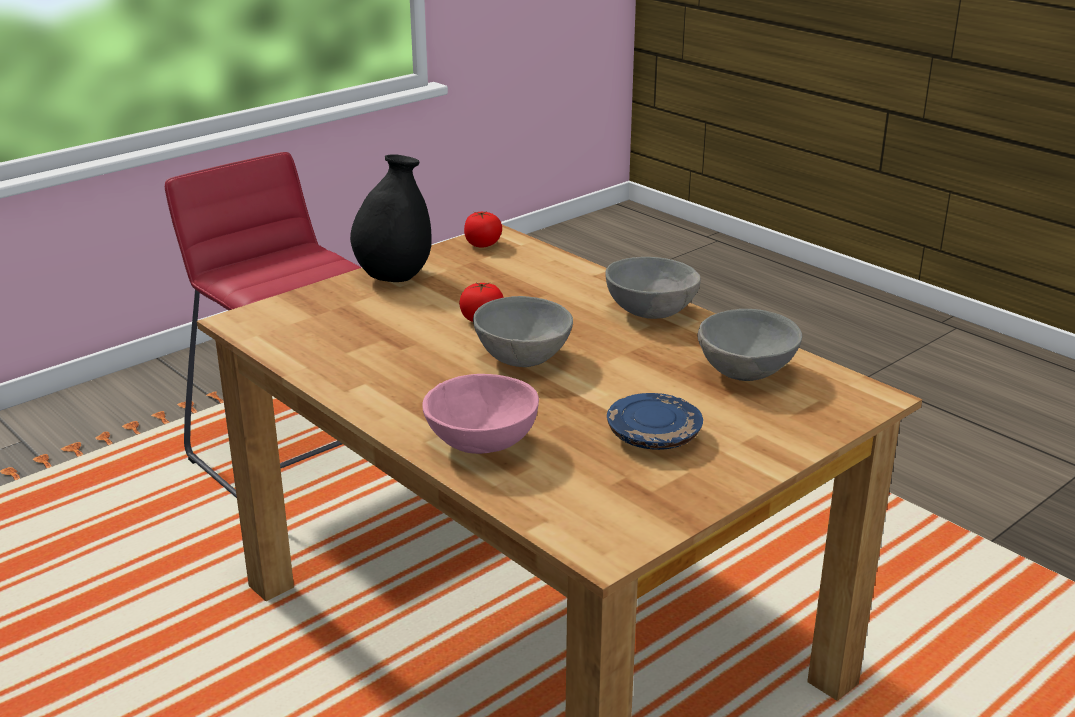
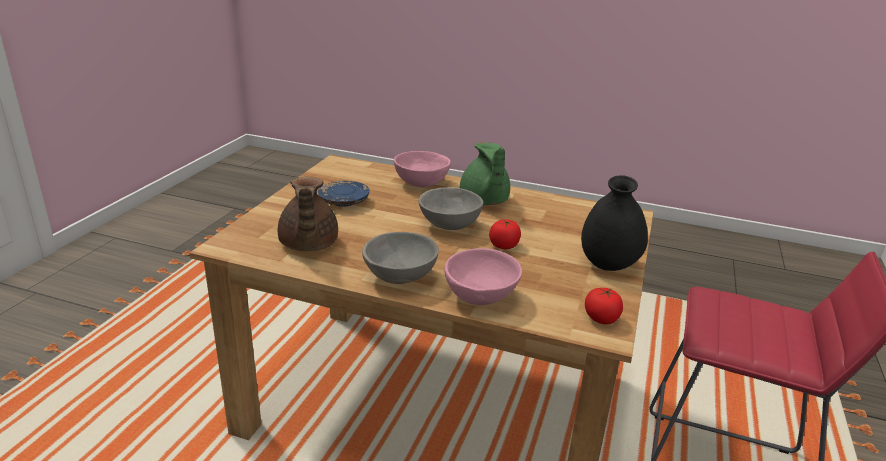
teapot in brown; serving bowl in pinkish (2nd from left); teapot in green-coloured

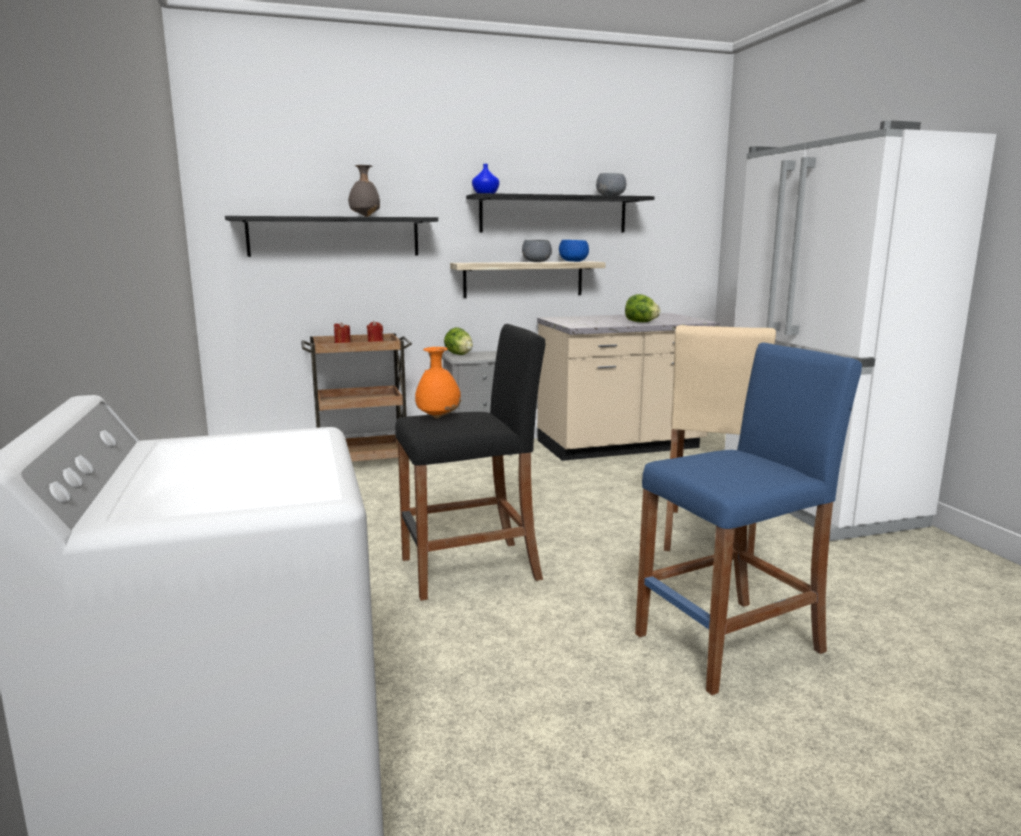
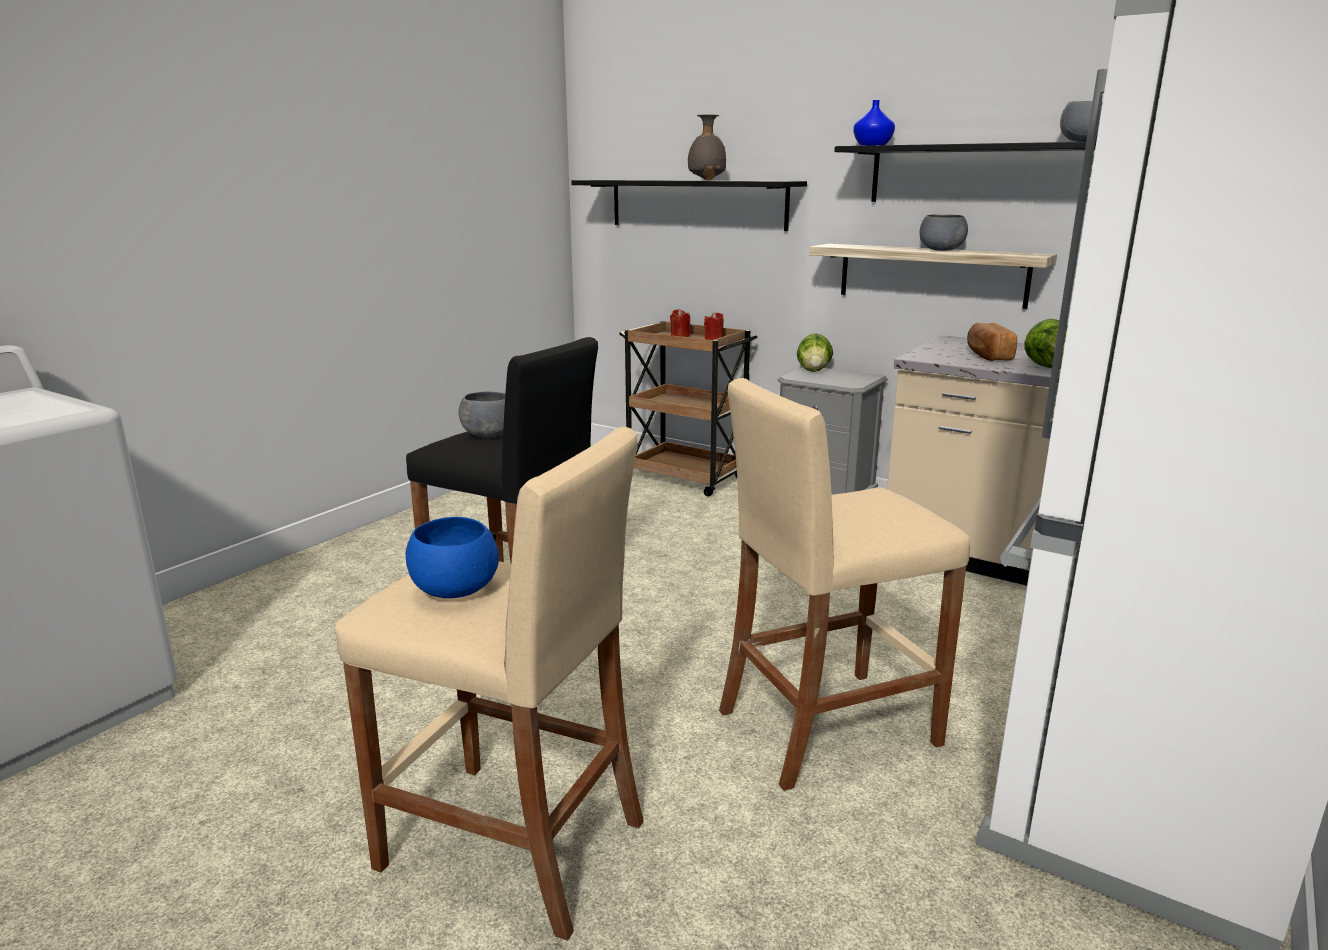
serving bowl in greyish (1st from left); serving bowl in blue; stool seat in beige (1st from left); bakery bread

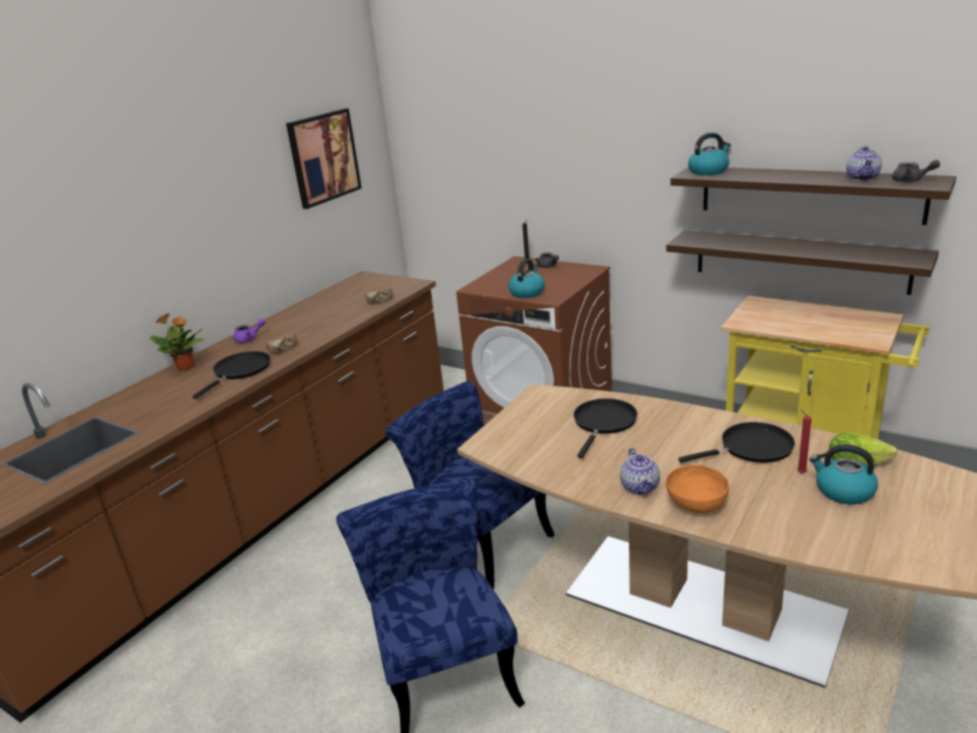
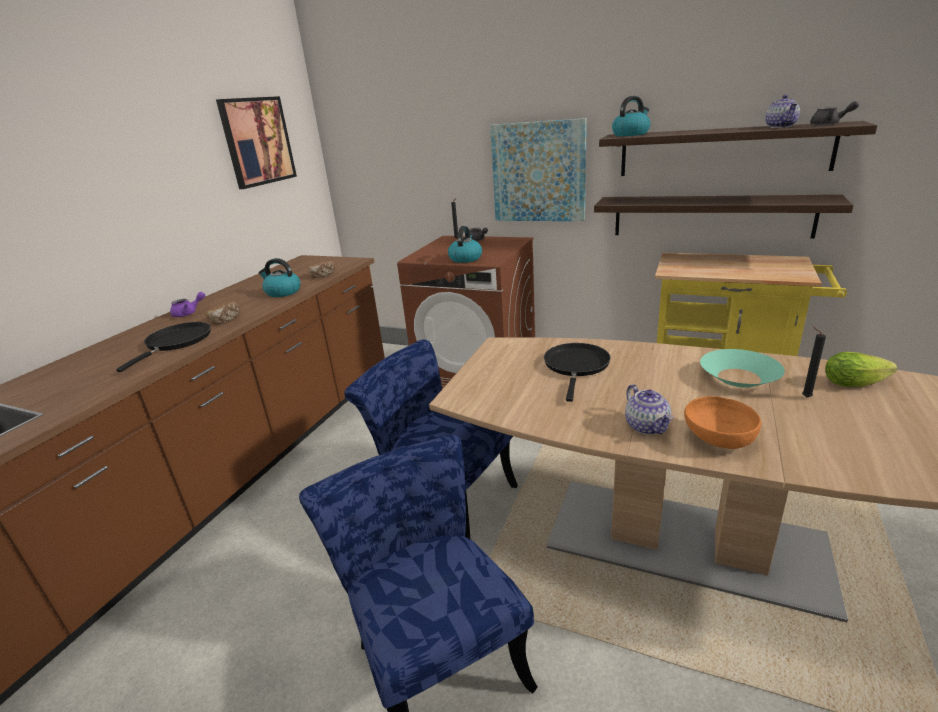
potted plant; serving bowl in turquoise-coloured; candle in black-coloured (2nd from left); tea kettle (1st from left); wall picture (2nd from left)

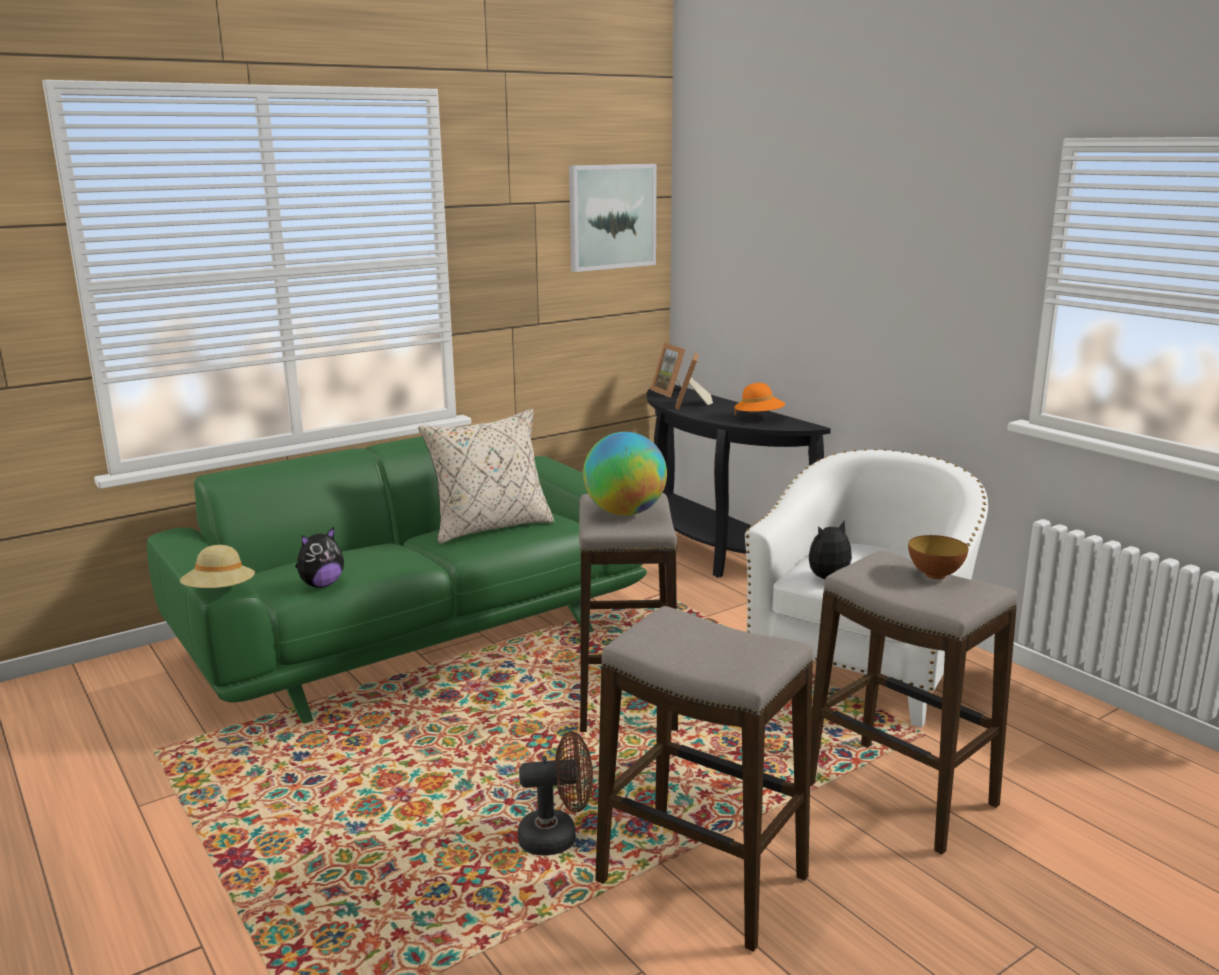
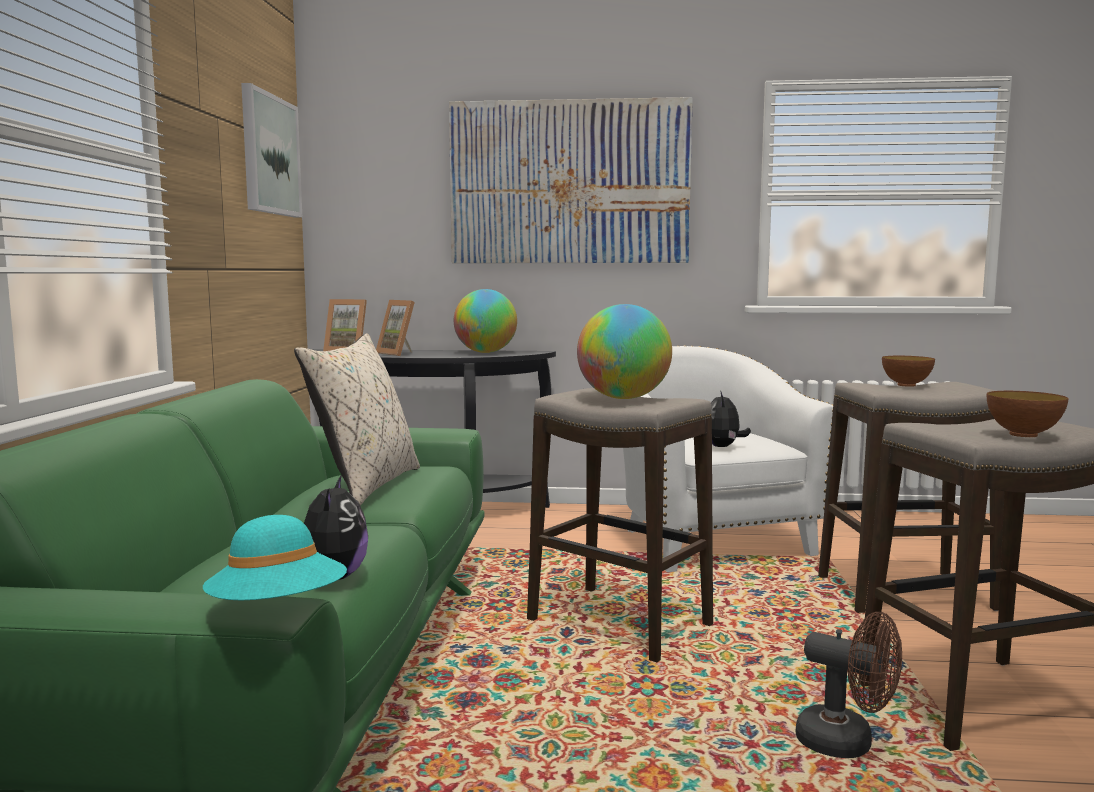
clothing hat in turquoise-coloured; cooling fan in brown; globe (1st from left); wall picture (2nd from left); serving bowl (2nd from left)

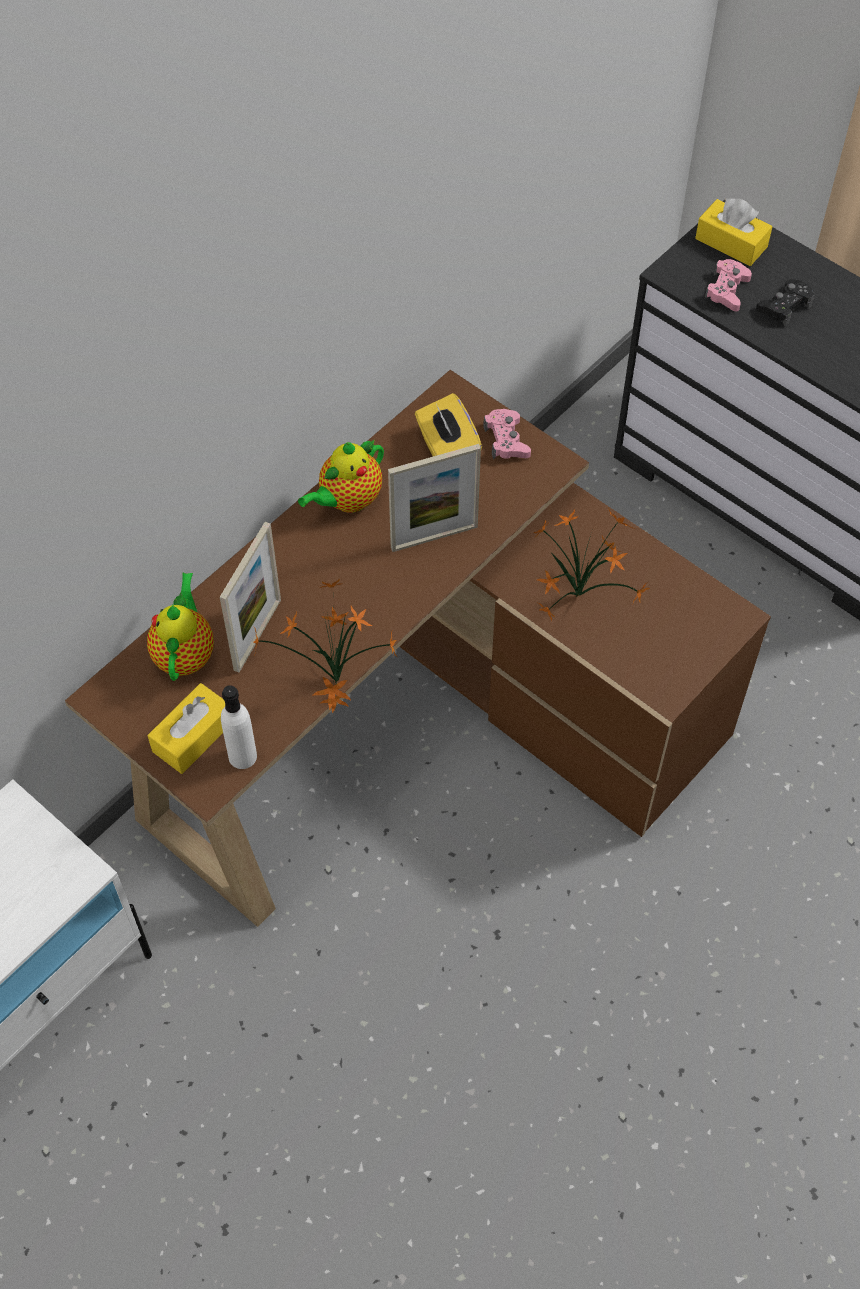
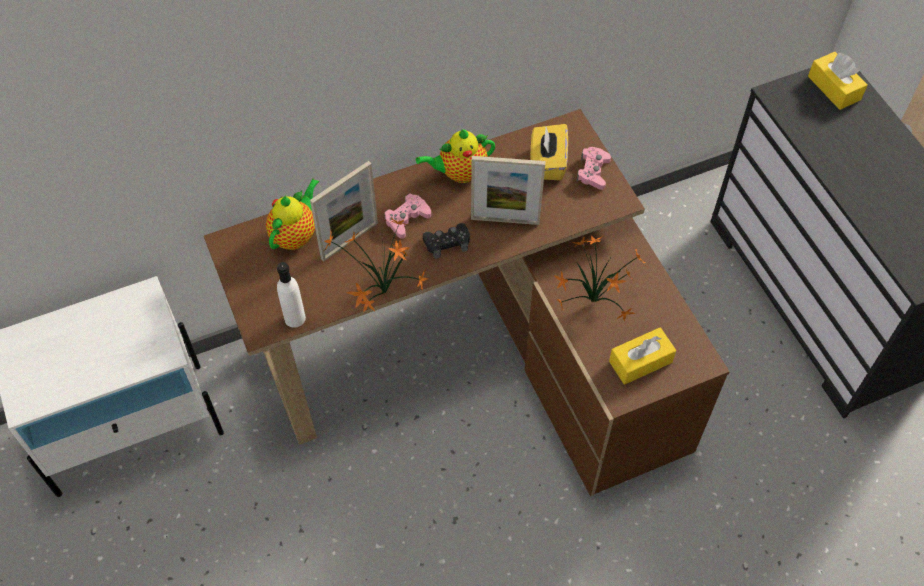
tissue box in yellow (2nd from left); gamepad in pinkish (1st from left); gamepad in black-coloured

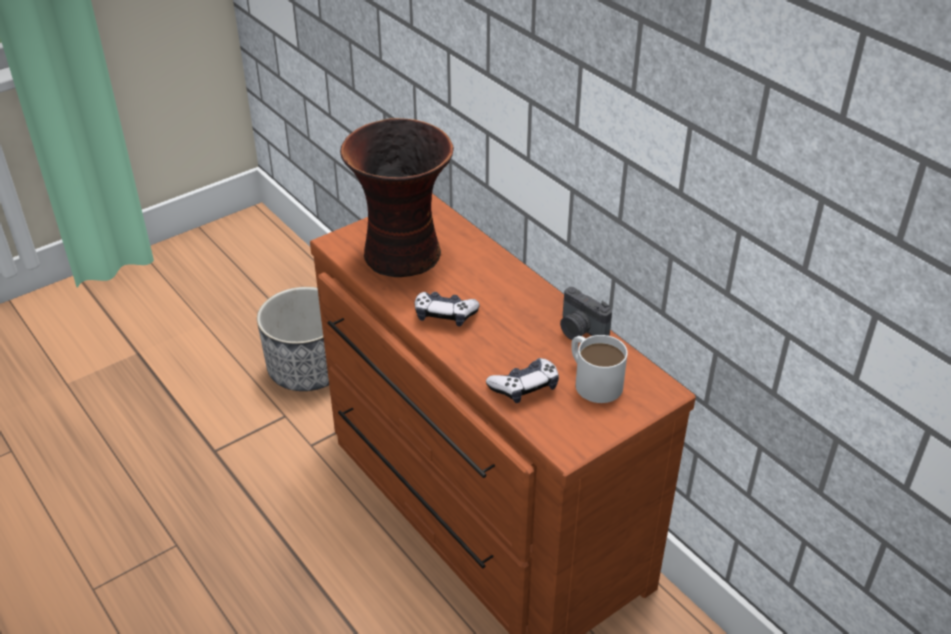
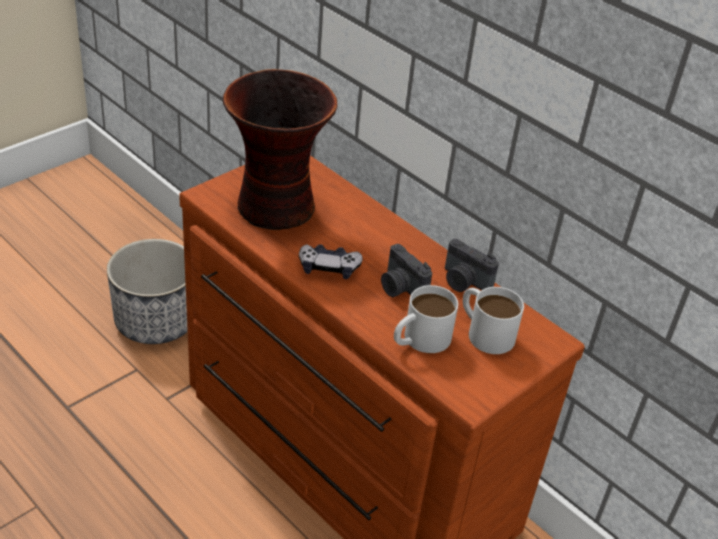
coffee mug in white-coloured (1st from left); photo camera (1st from left)

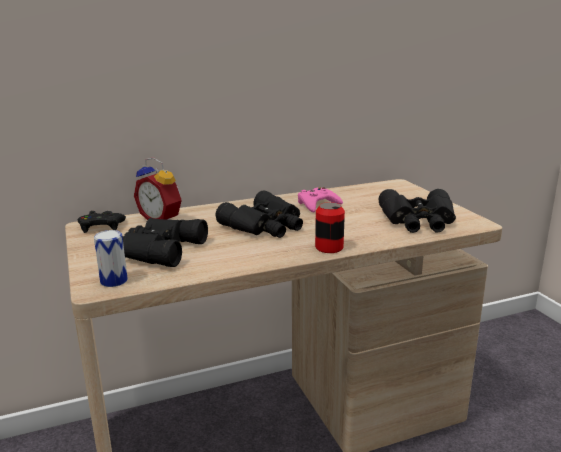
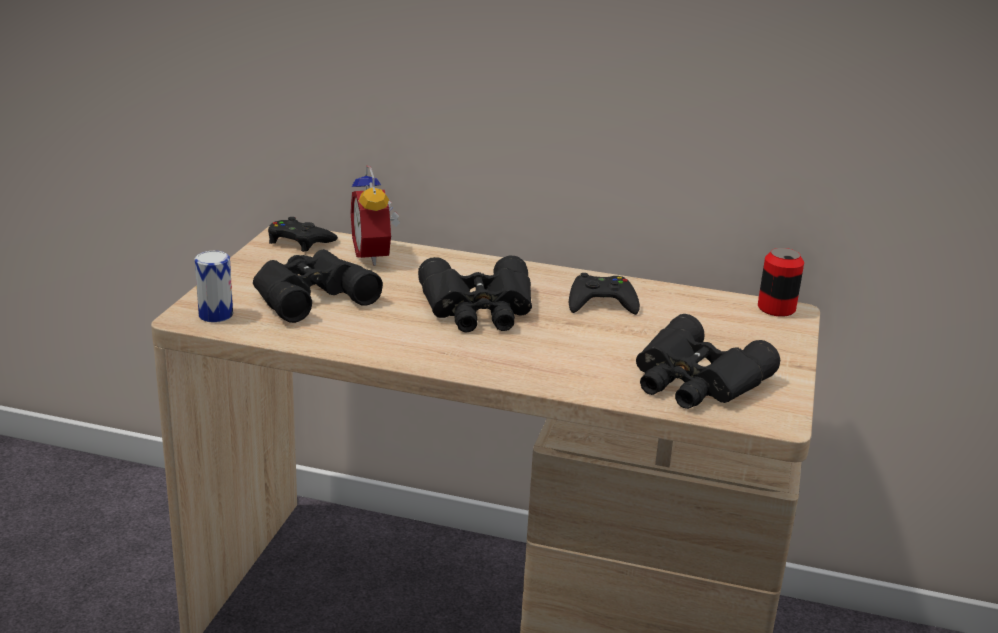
gamepad in black-coloured (2nd from left); can (2nd from left)

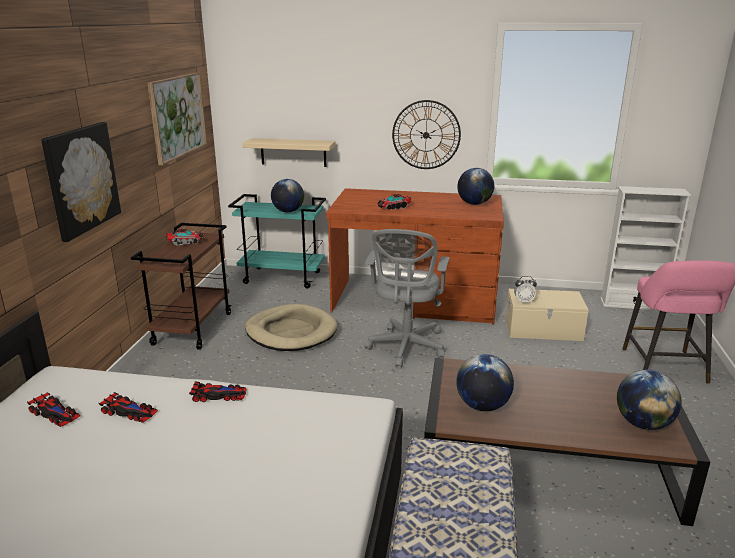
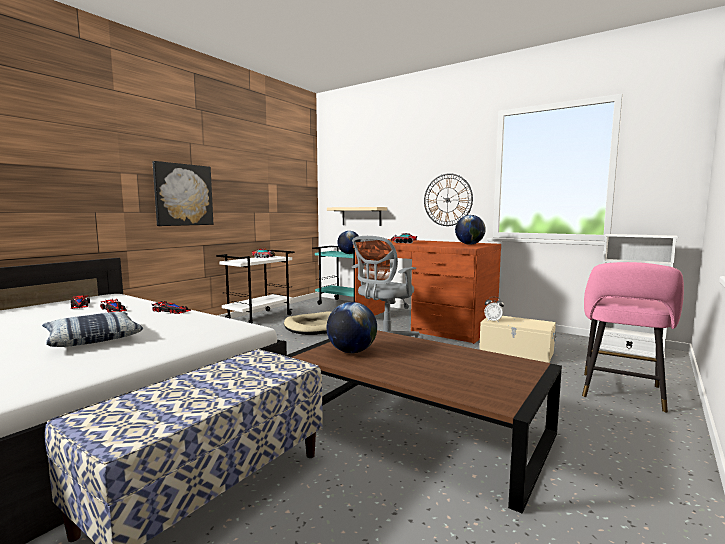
cart in white-coloured; wall picture (2nd from left in the first image); globe (4th from left in the first image); cushion

